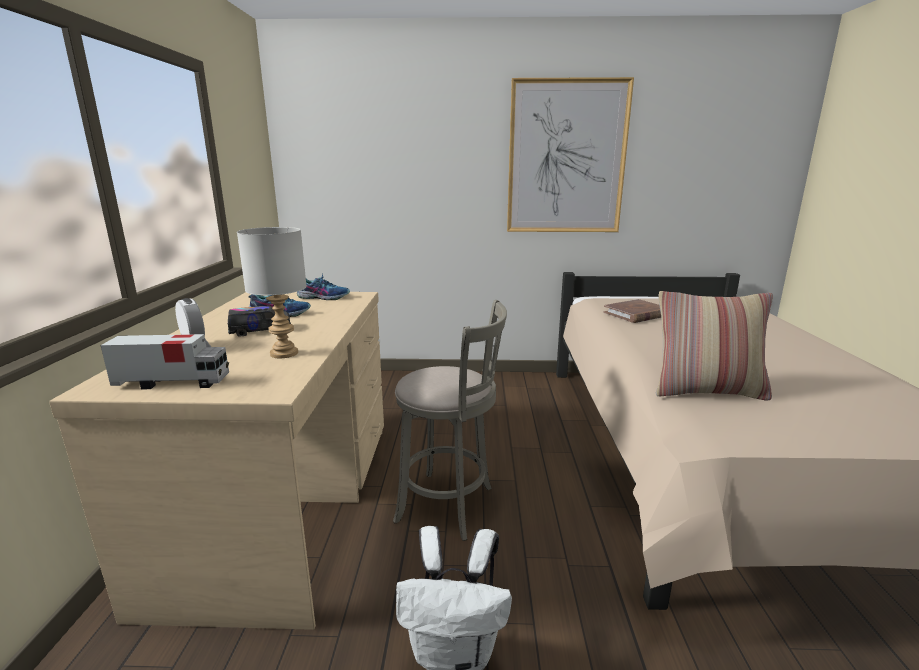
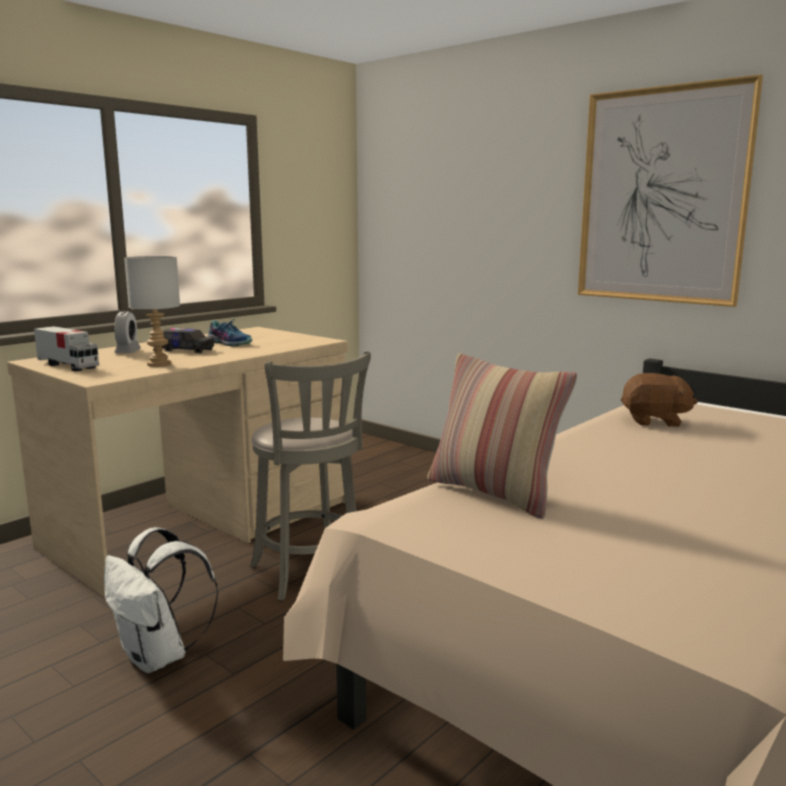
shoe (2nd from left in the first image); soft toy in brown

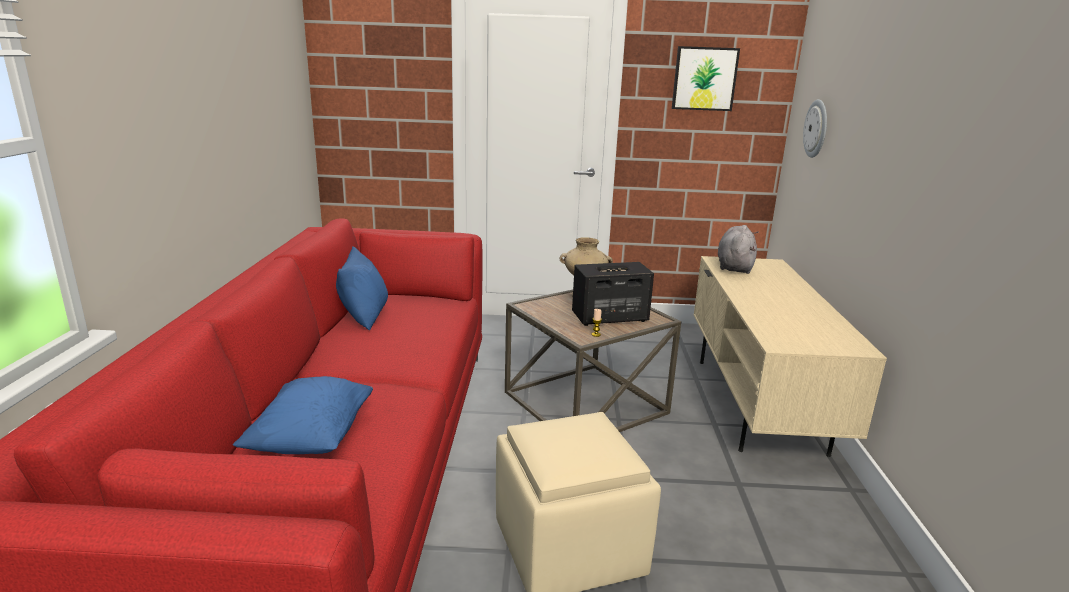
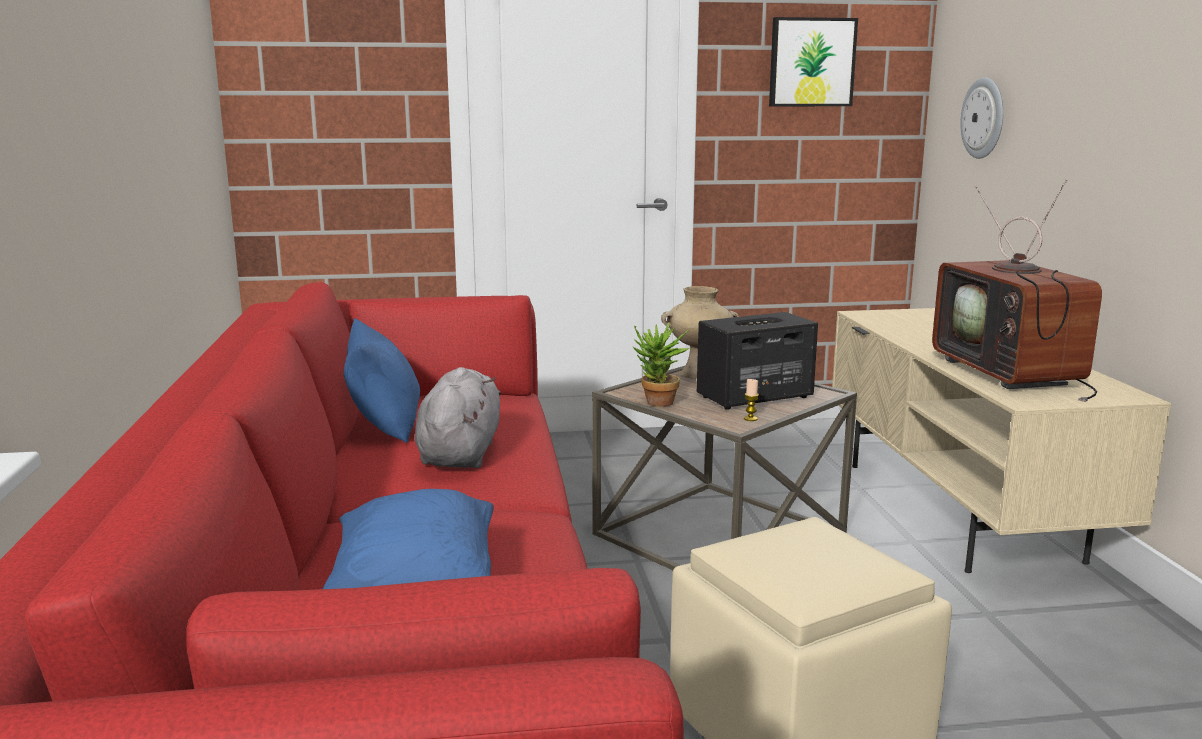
soft toy in greyish; potted plant; TV

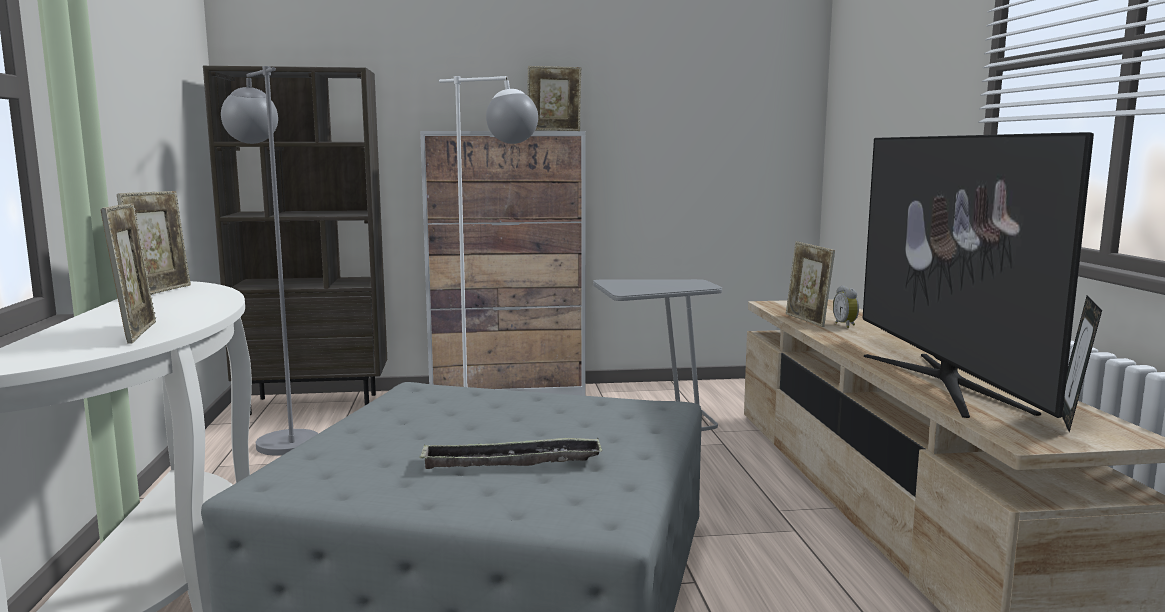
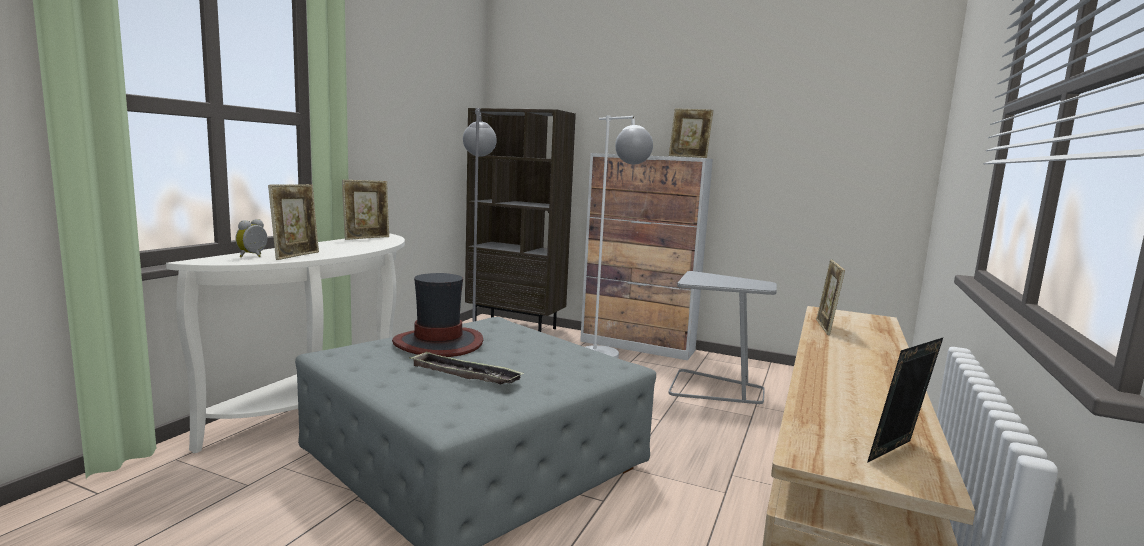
table clock; TV; clothing hat

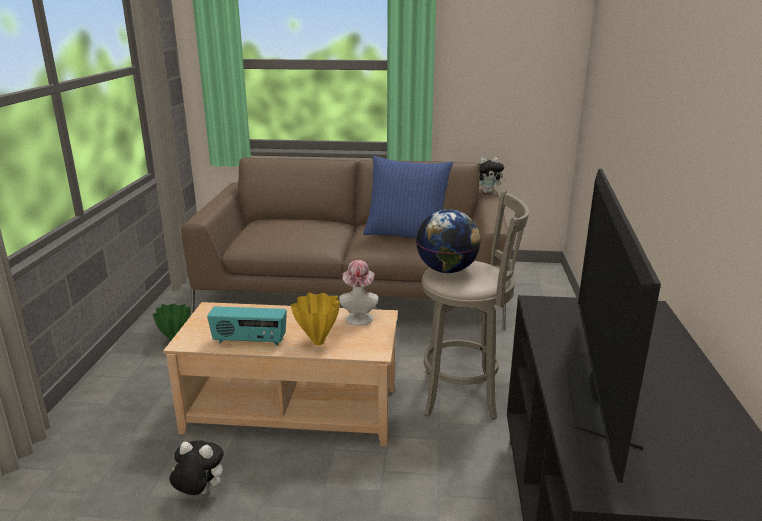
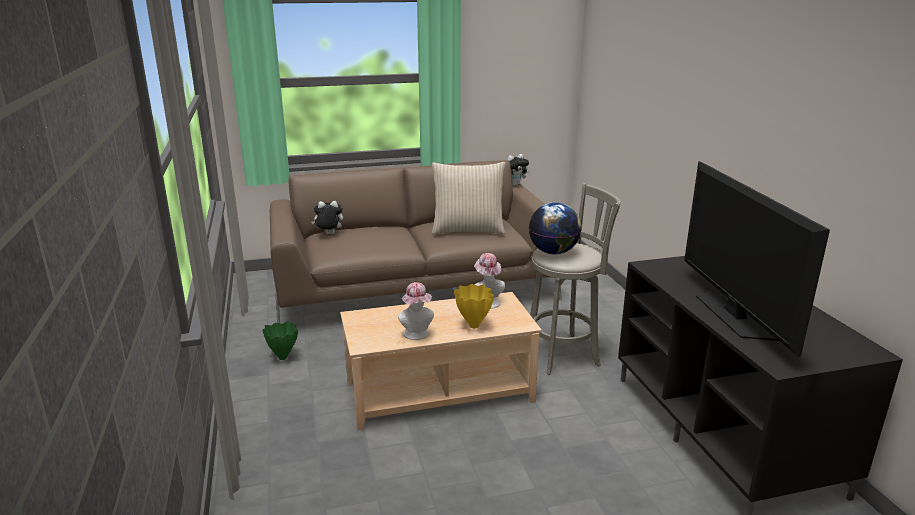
soft toy (1st from left); clothing hat (1st from left); cushion in beige

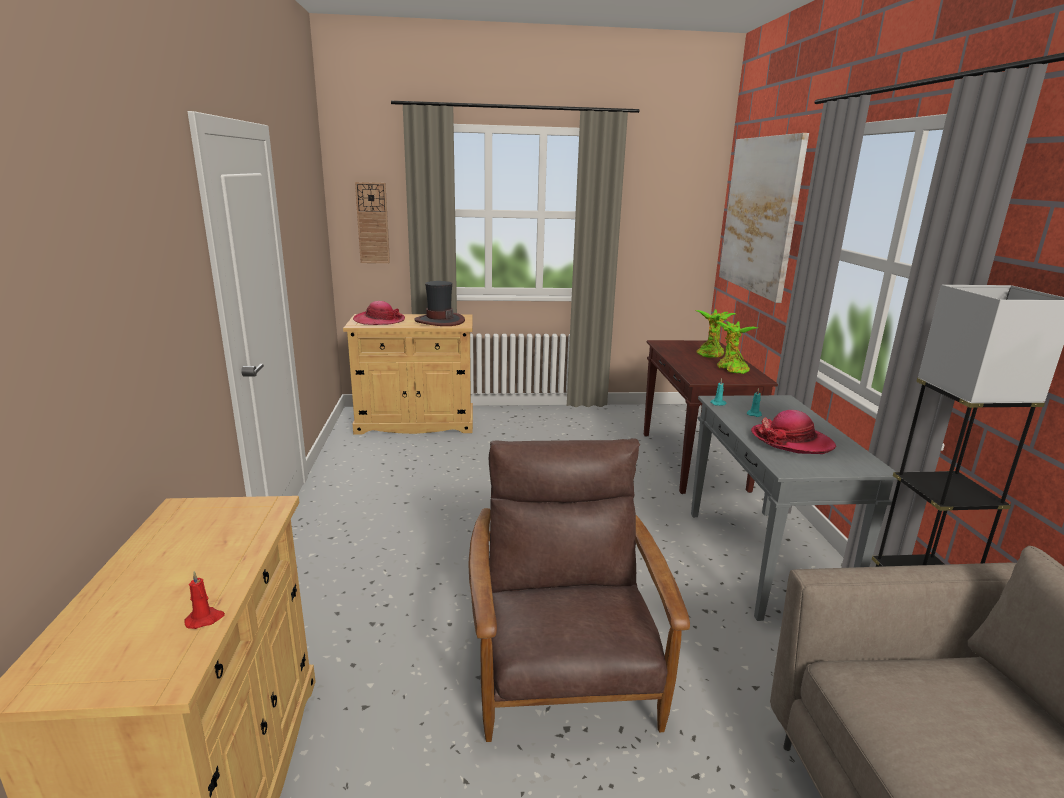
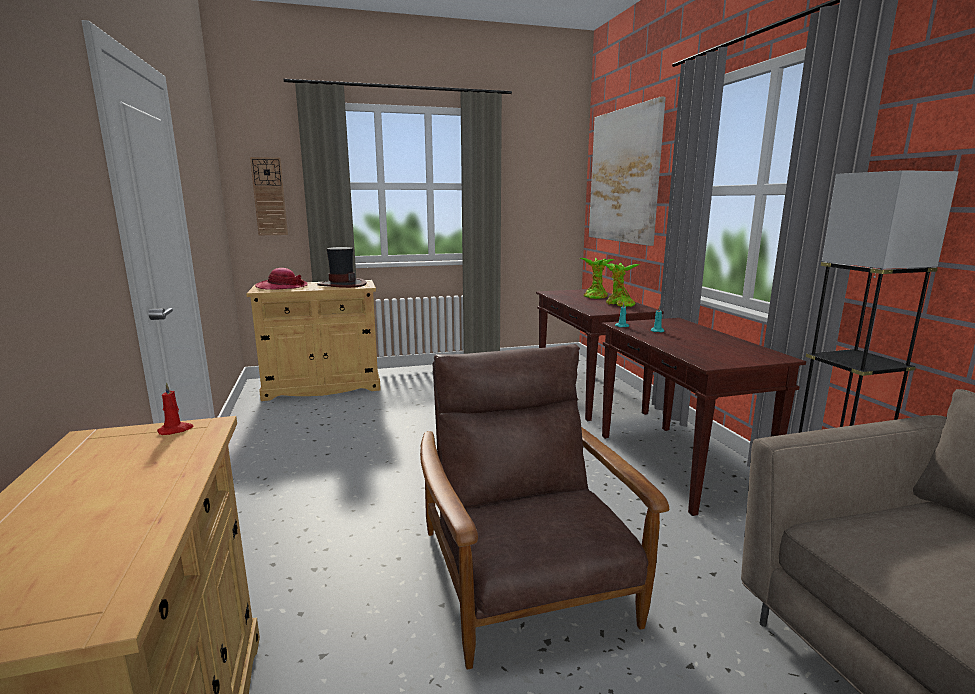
candle in red-coloured; hall table in brown (2nd from left); clothing hat (3rd from left in the first image)

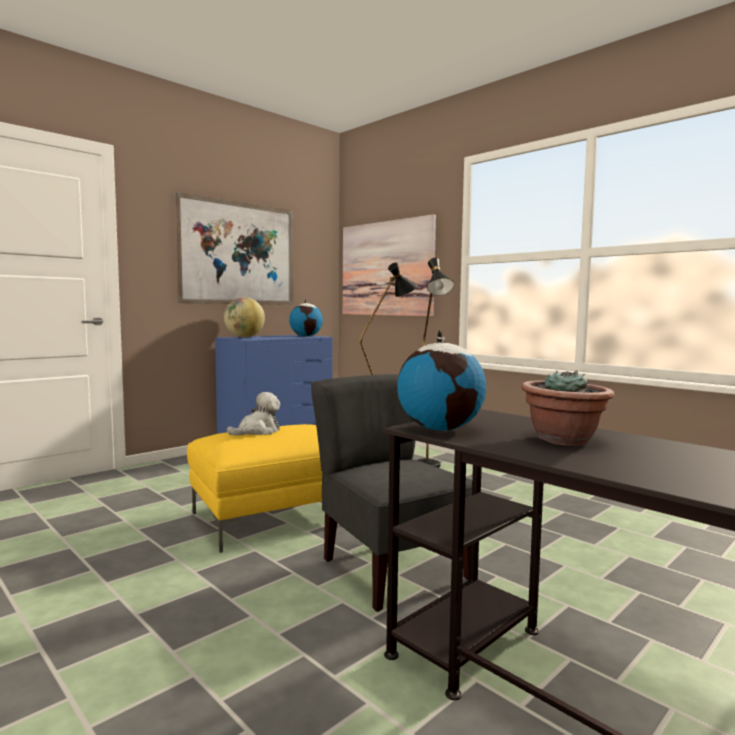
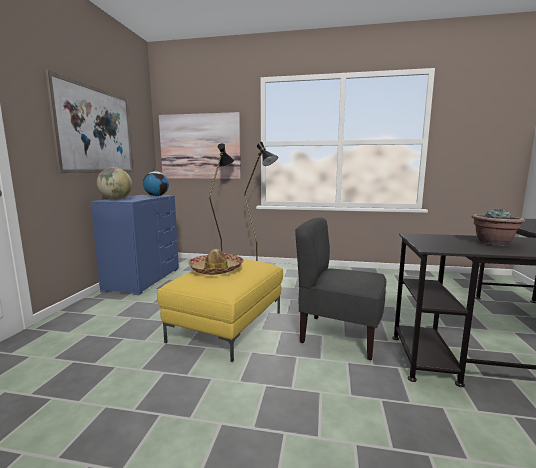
clothing hat; globe (3rd from left in the first image)

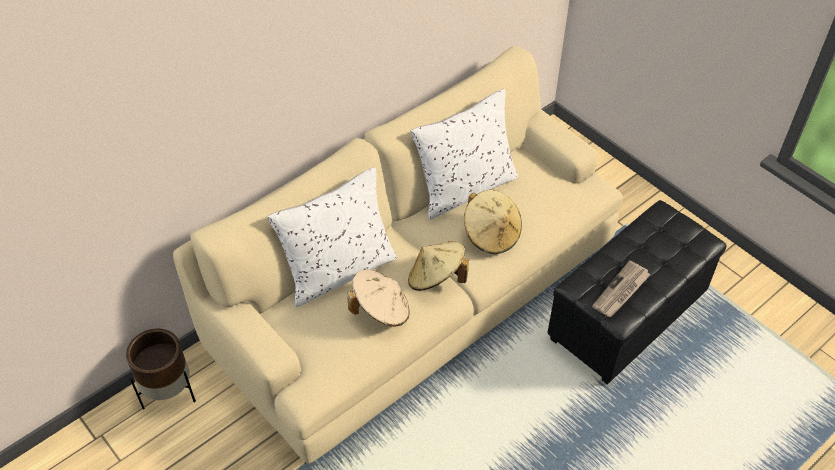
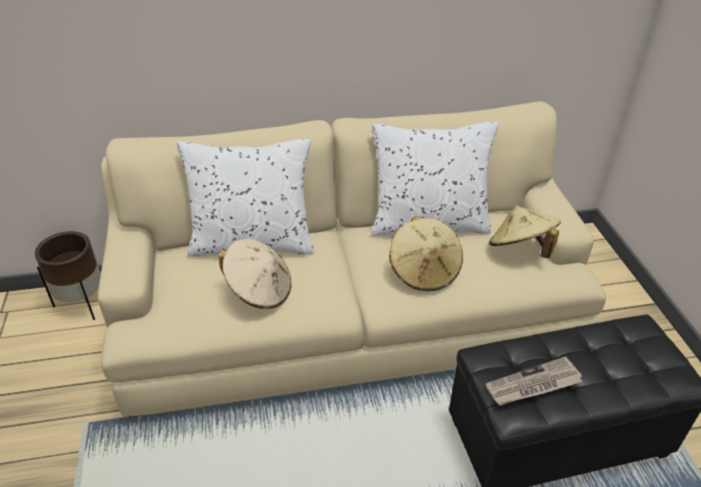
clothing hat in beige (3rd from left)

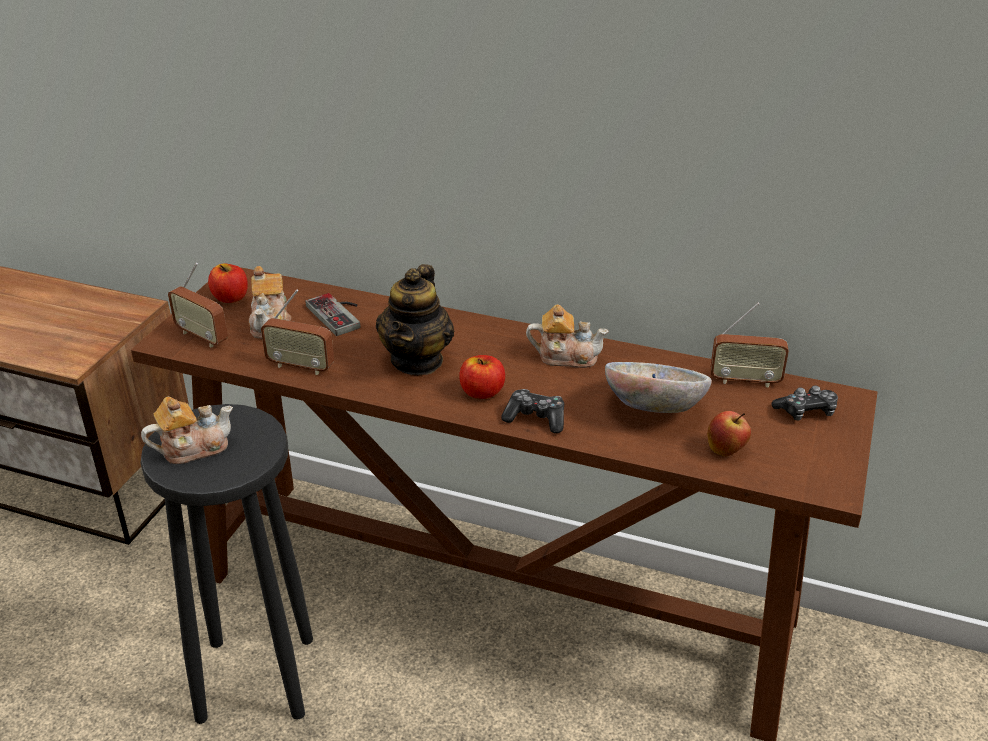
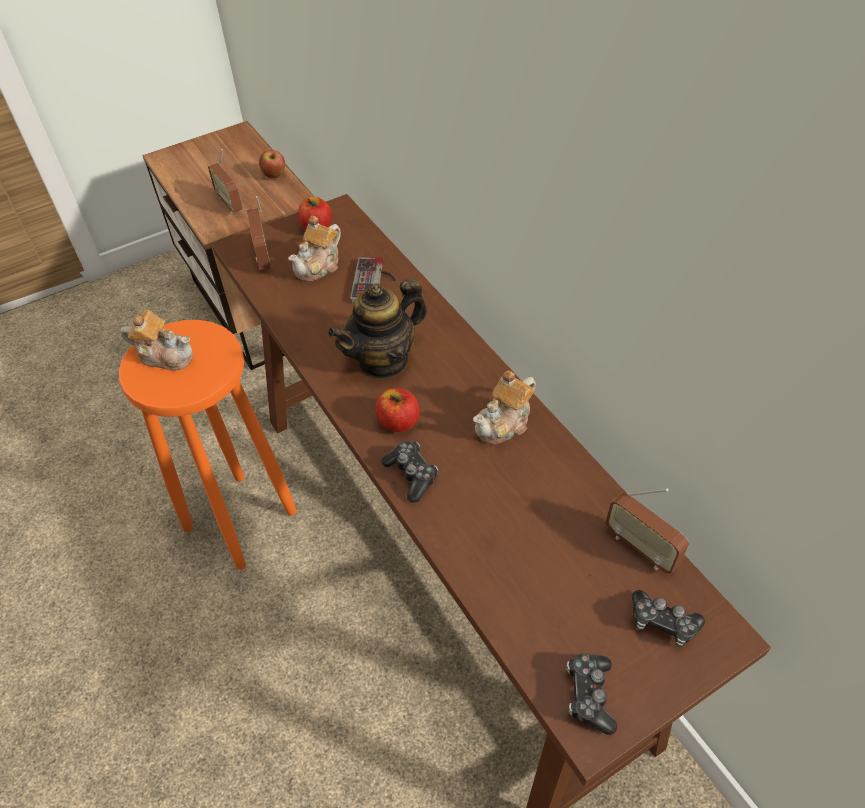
stool seat in orange-coloured; radio receiver (1st from left); teapot (4th from left); serving bowl; apple (1st from left); gamepad (3rd from left)

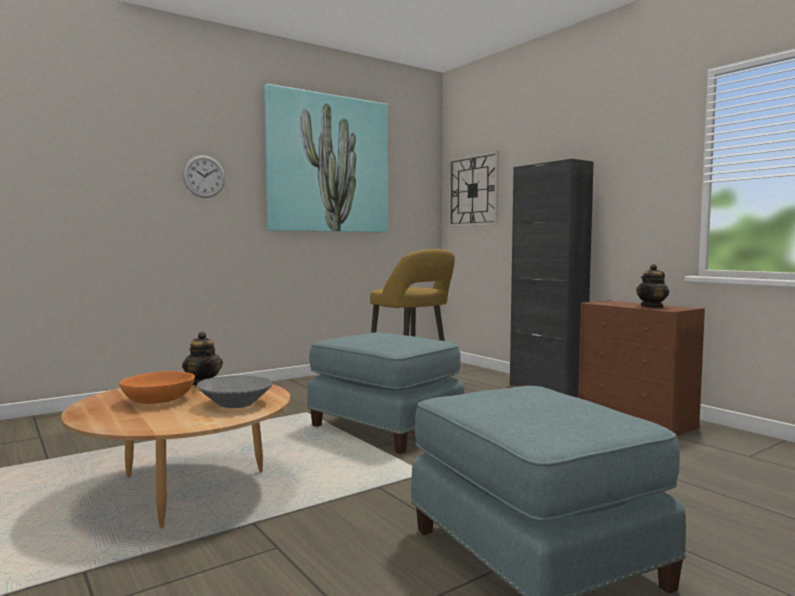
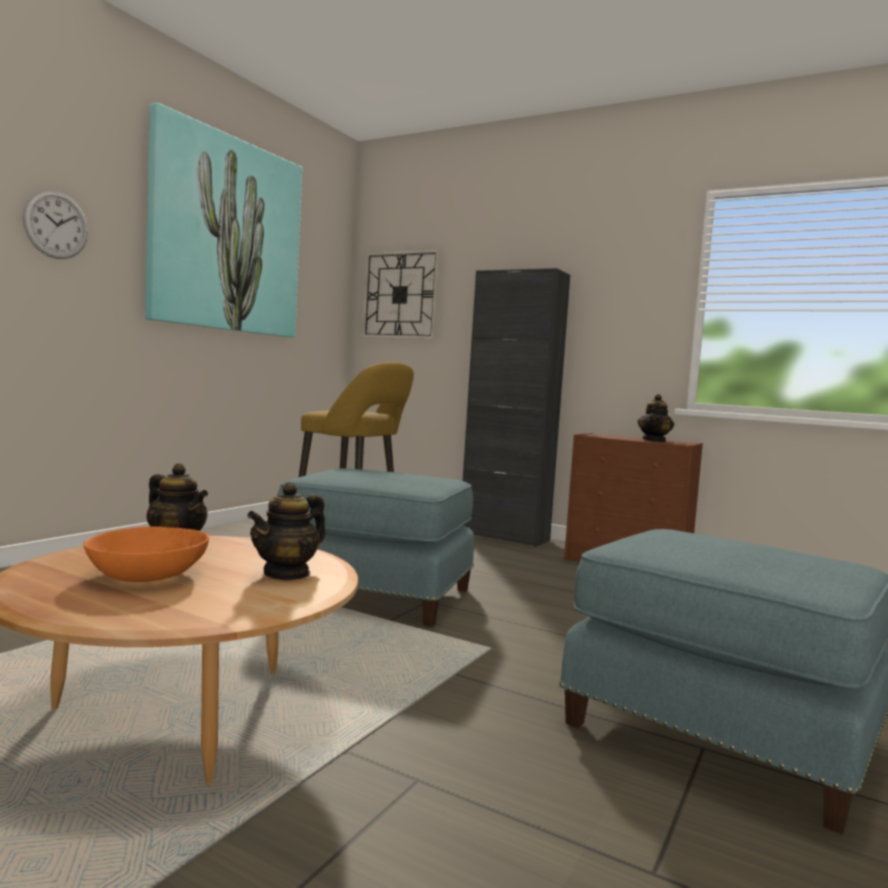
teapot (2nd from left)

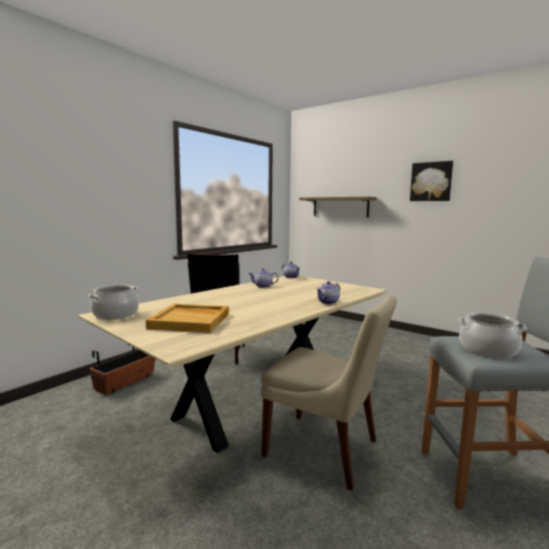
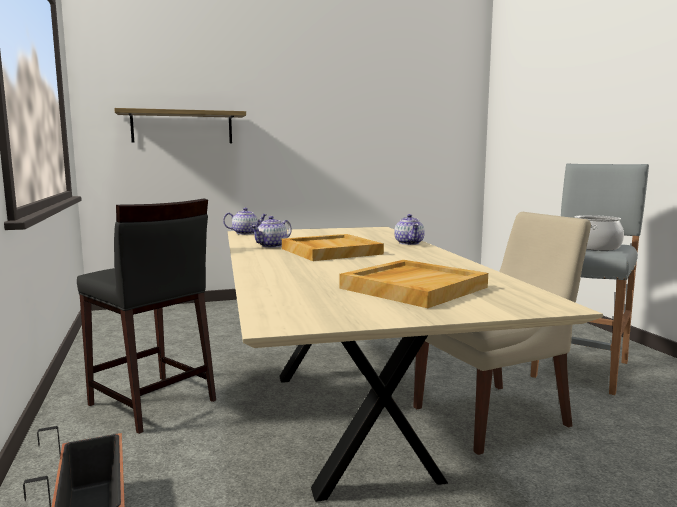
saucepot (1st from left in the first image); wall picture; tray in beige (1st from left)

